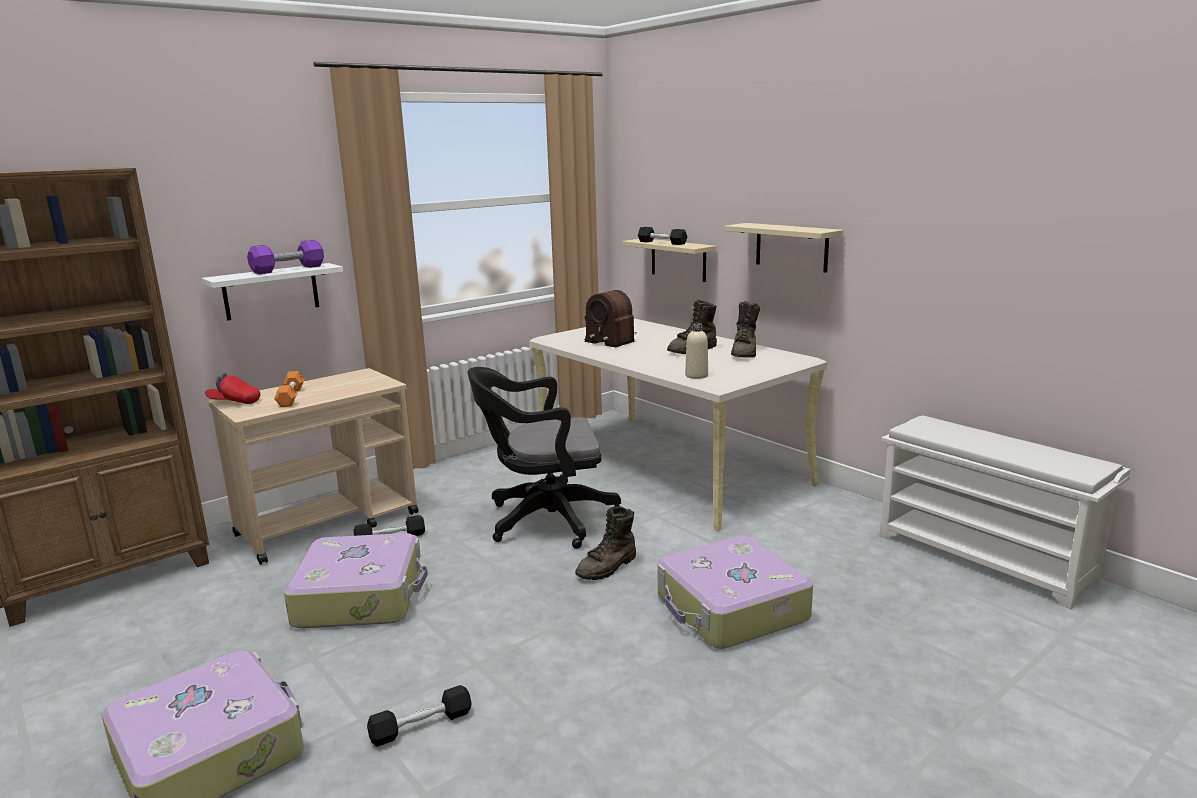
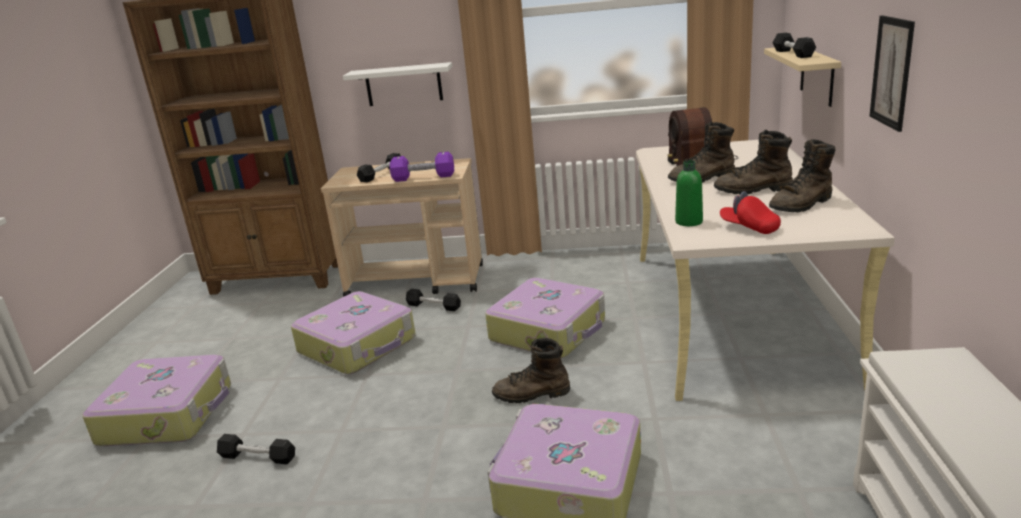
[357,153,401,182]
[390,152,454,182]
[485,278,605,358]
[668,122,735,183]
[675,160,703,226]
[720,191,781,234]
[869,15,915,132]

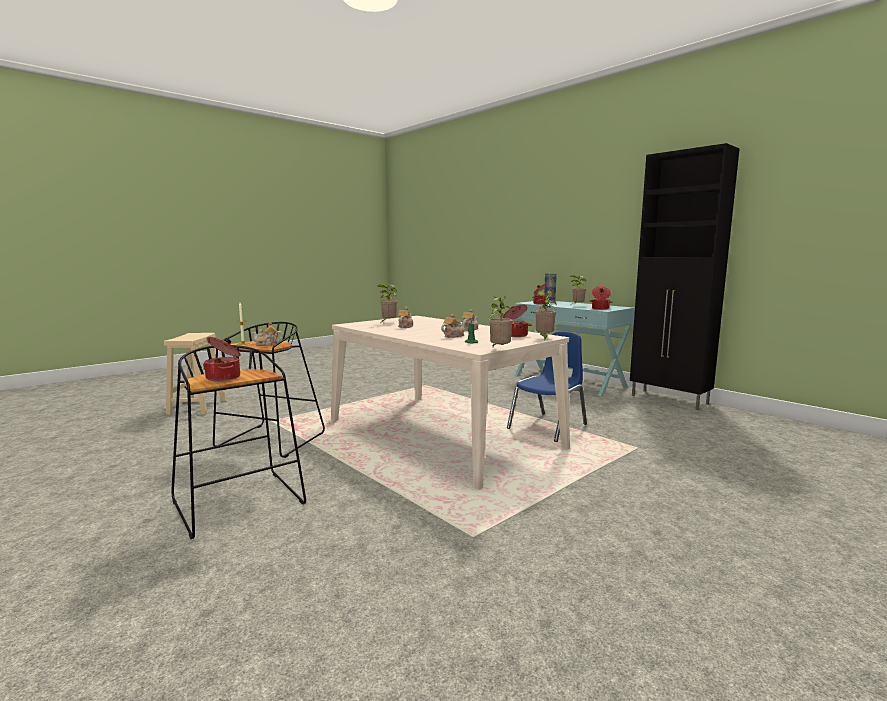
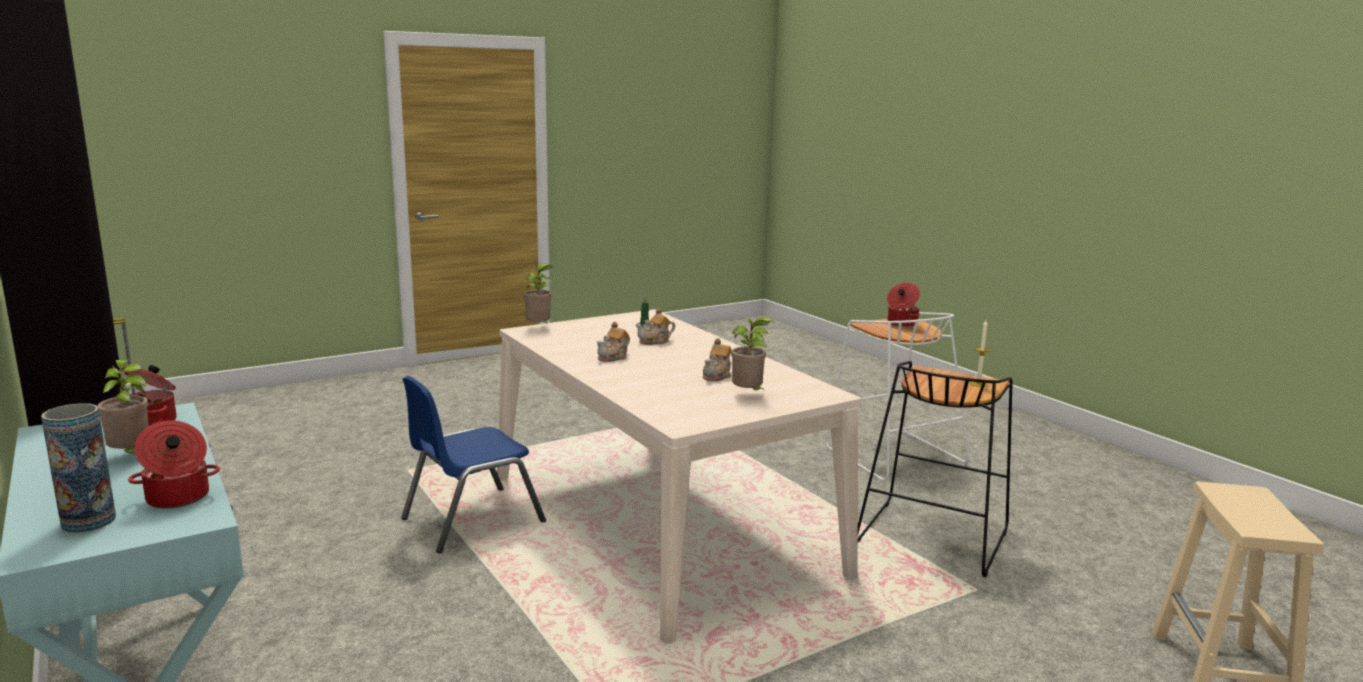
[825,312,970,482]
[252,322,283,346] (first image)
[489,296,513,347] (first image)
[503,304,532,337] (first image)

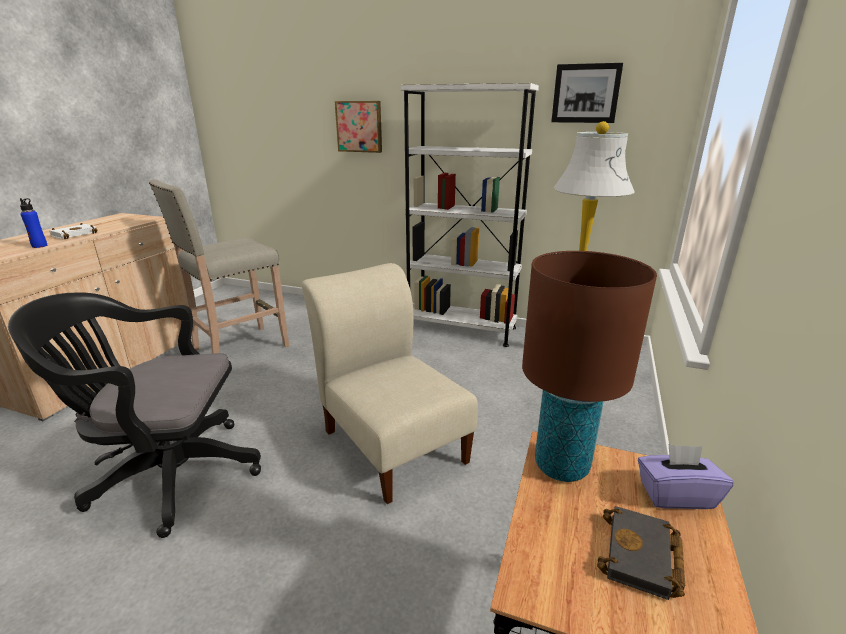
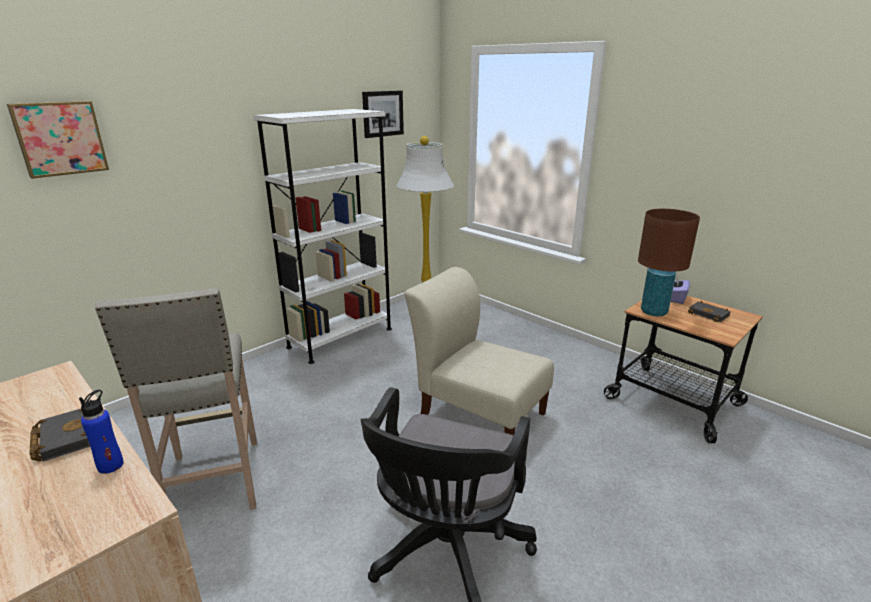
[7,101,109,179]
[29,409,90,461]
[405,267,554,435]

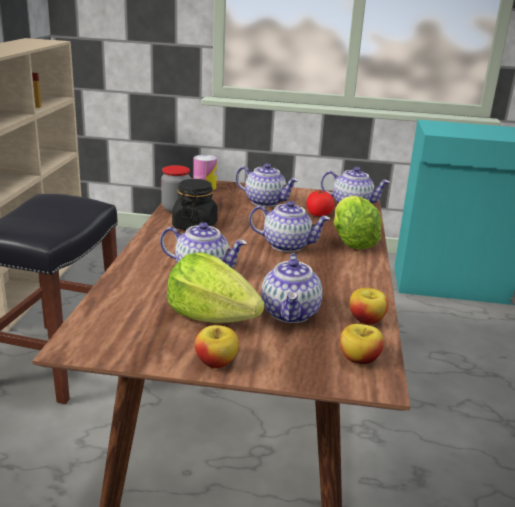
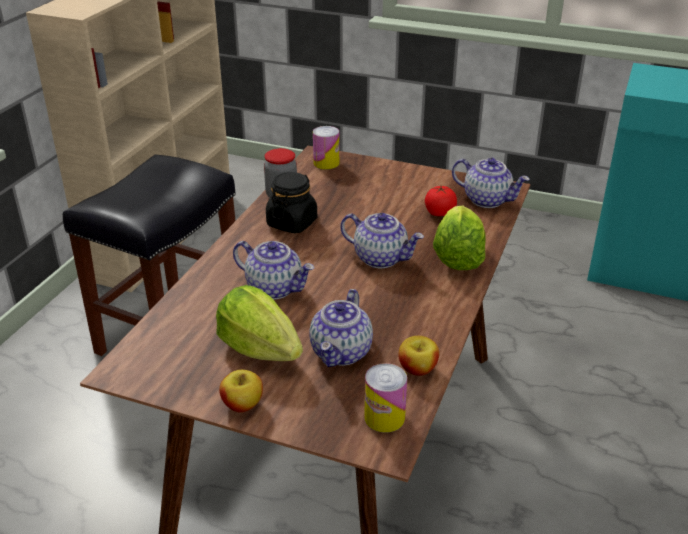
[364,363,407,433]
[236,163,299,207] (first image)

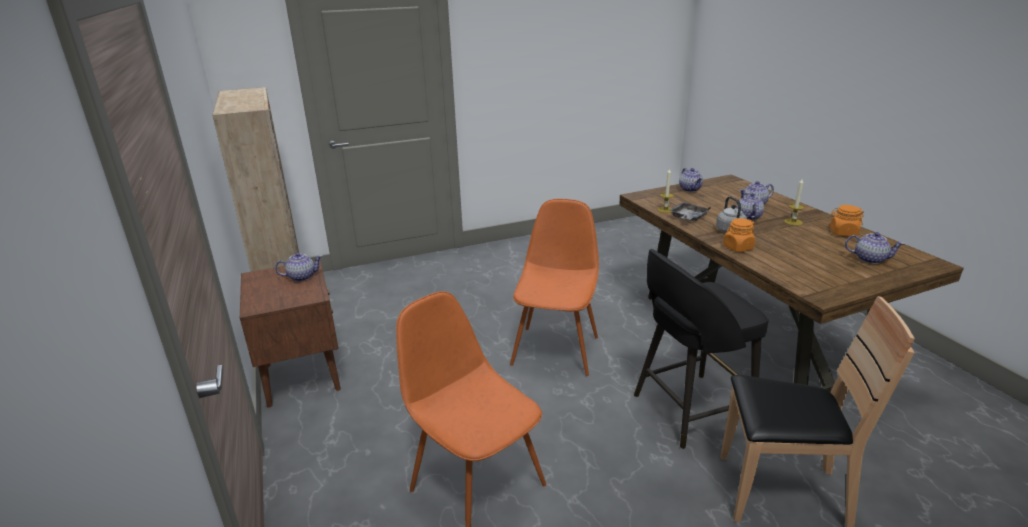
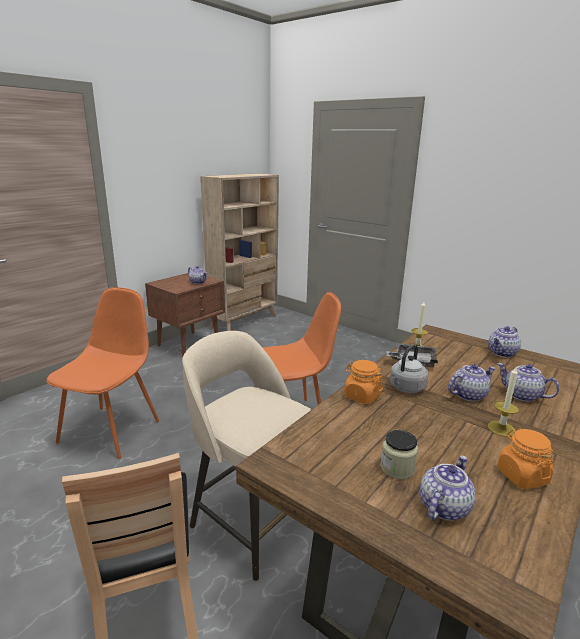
[182,331,312,581]
[380,430,418,479]
[420,456,476,521]

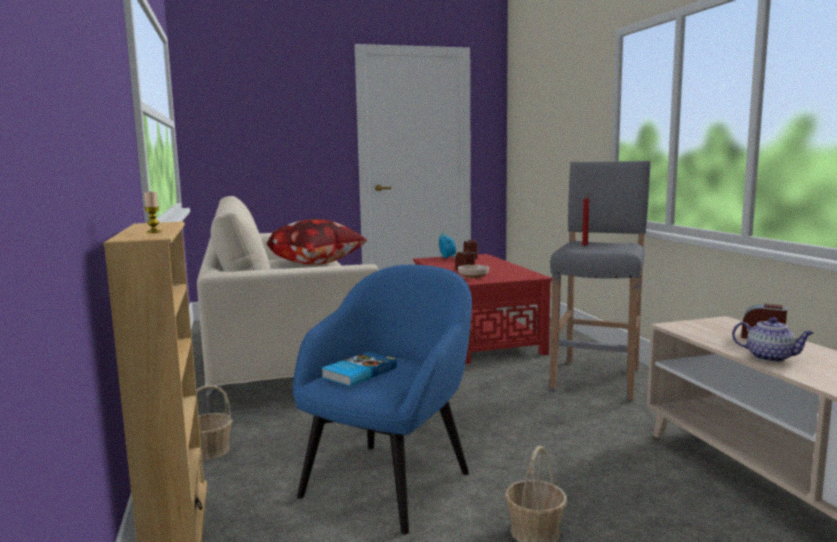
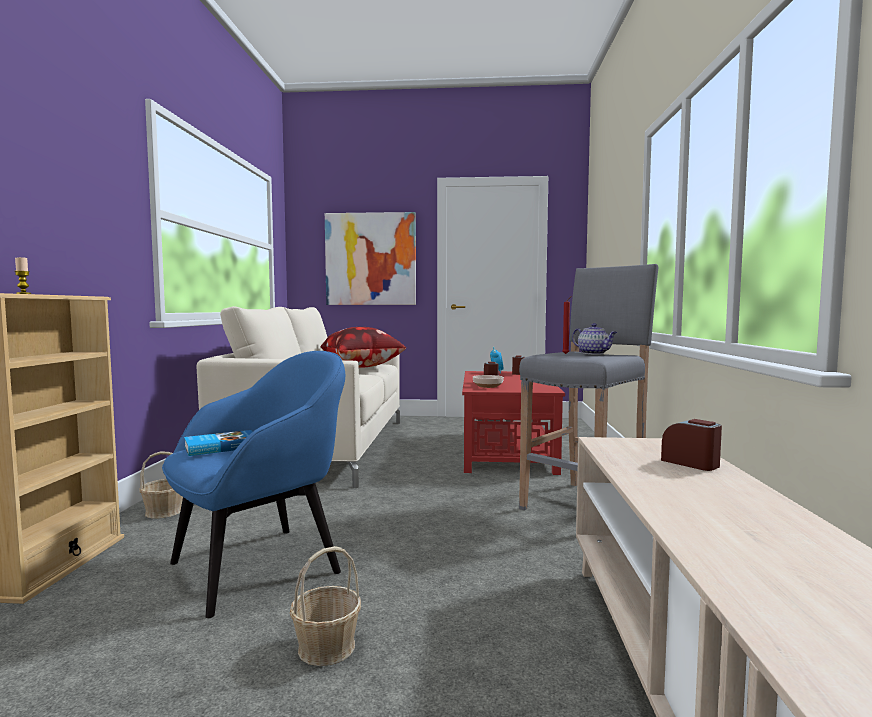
[325,212,416,305]
[572,323,617,354]

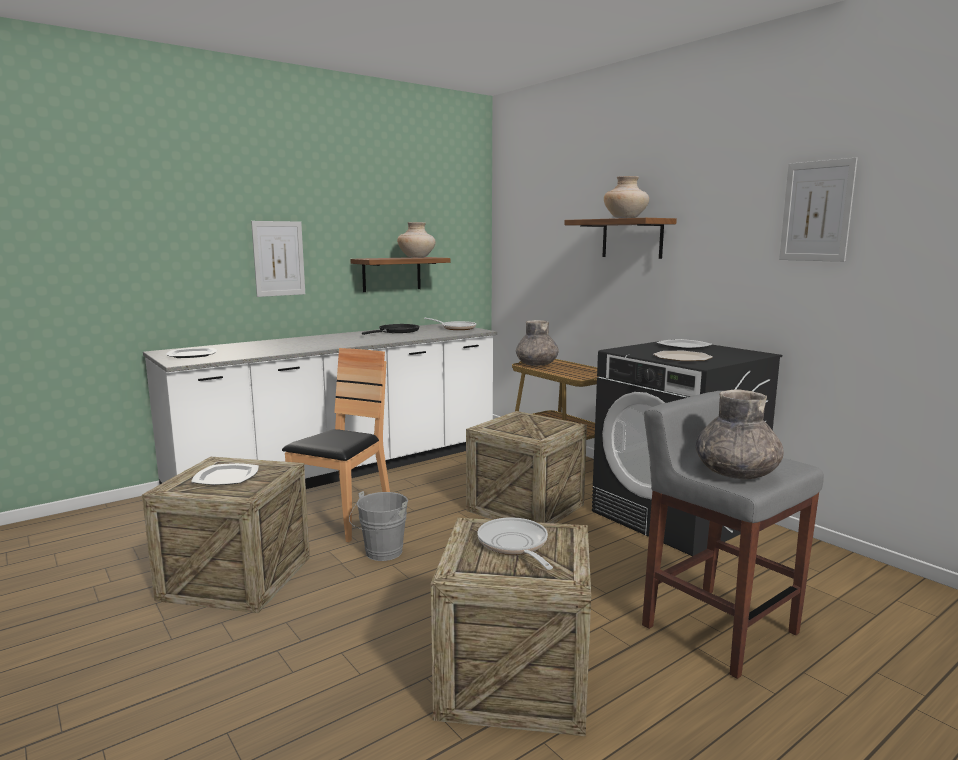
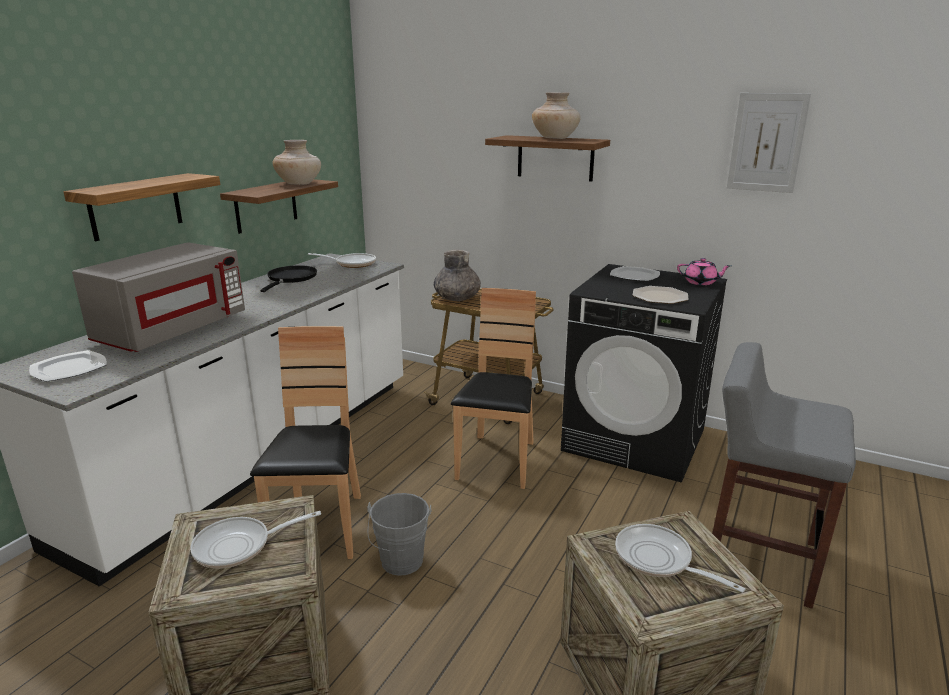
[63,173,220,241]
[72,242,245,352]
[190,511,321,569]
[451,288,536,489]
[677,258,730,285]
[696,389,784,479] (first image)

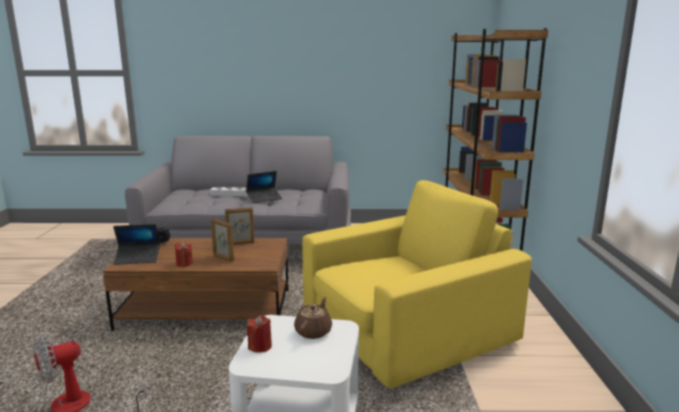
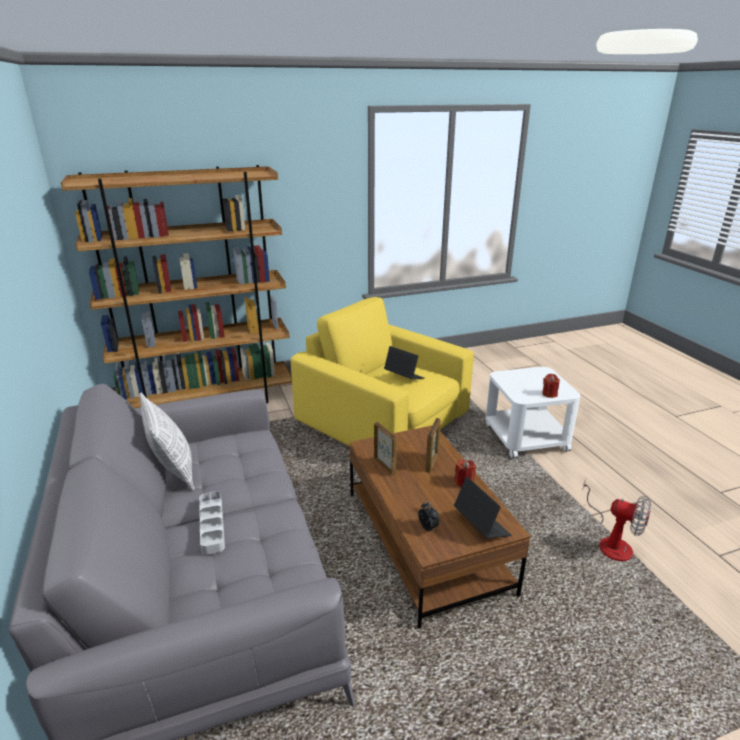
[140,392,195,490]
[384,346,424,379]
[294,297,332,339] (first image)

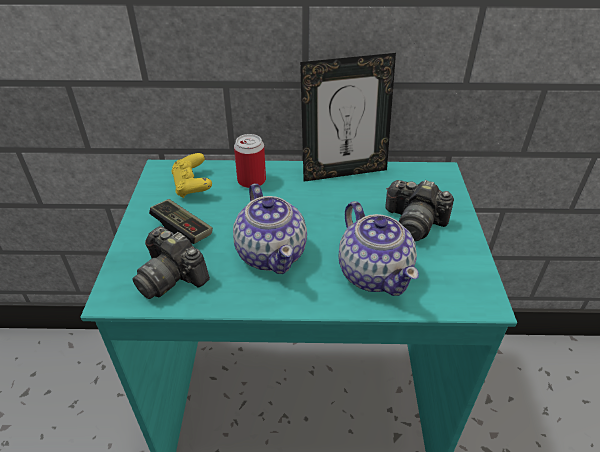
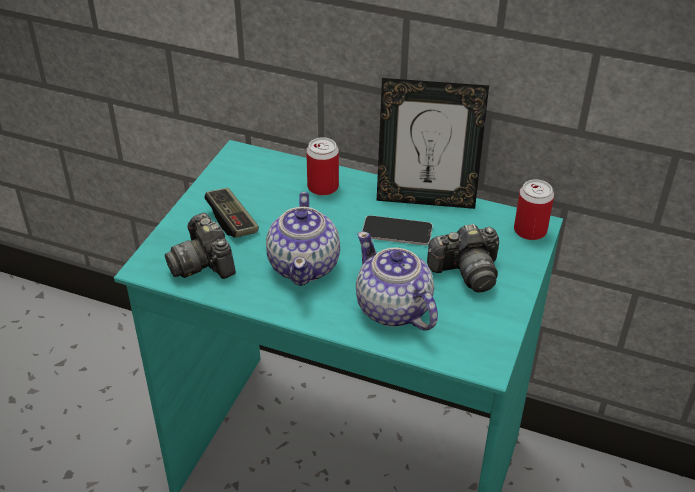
[356,231,438,330]
[362,215,433,245]
[427,224,499,293]
[514,179,554,240]
[171,153,212,198] (first image)

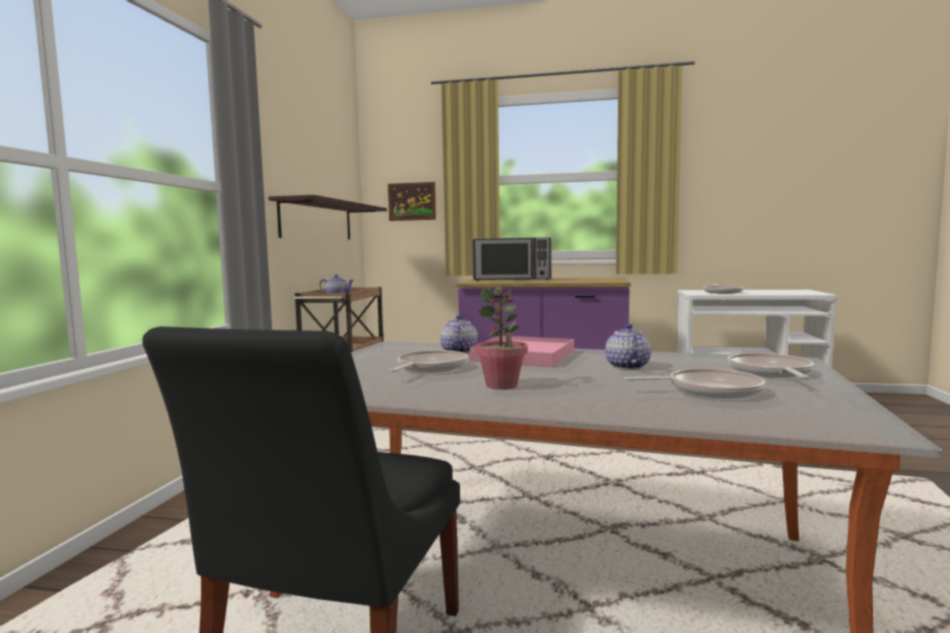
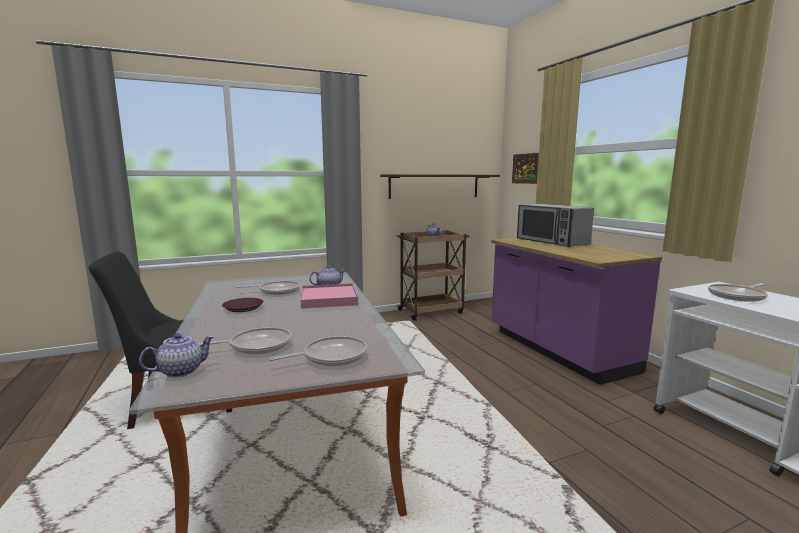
[139,333,214,378]
[198,327,291,355]
[222,298,263,312]

